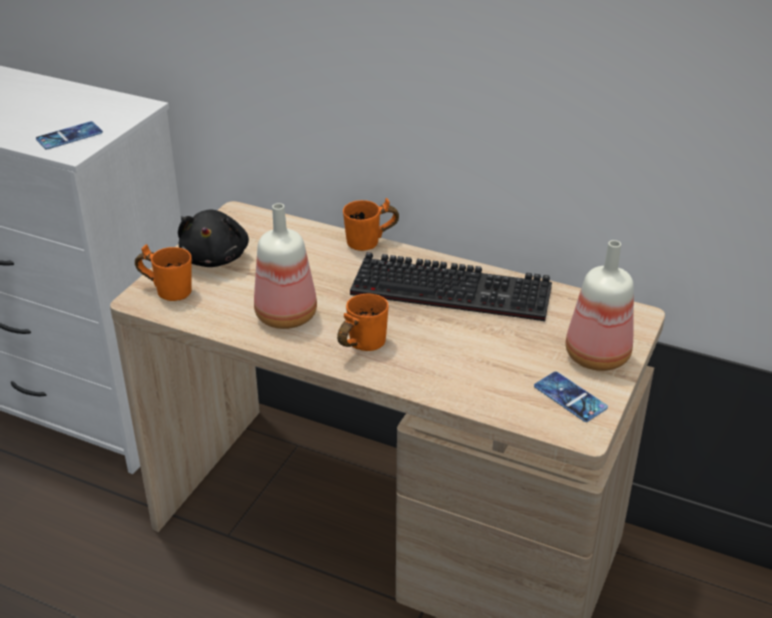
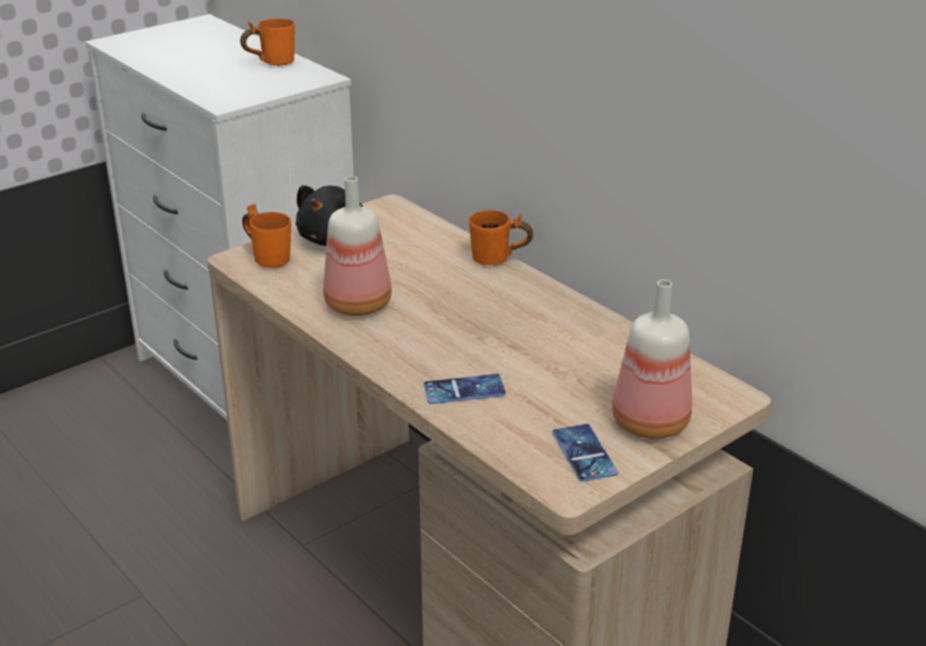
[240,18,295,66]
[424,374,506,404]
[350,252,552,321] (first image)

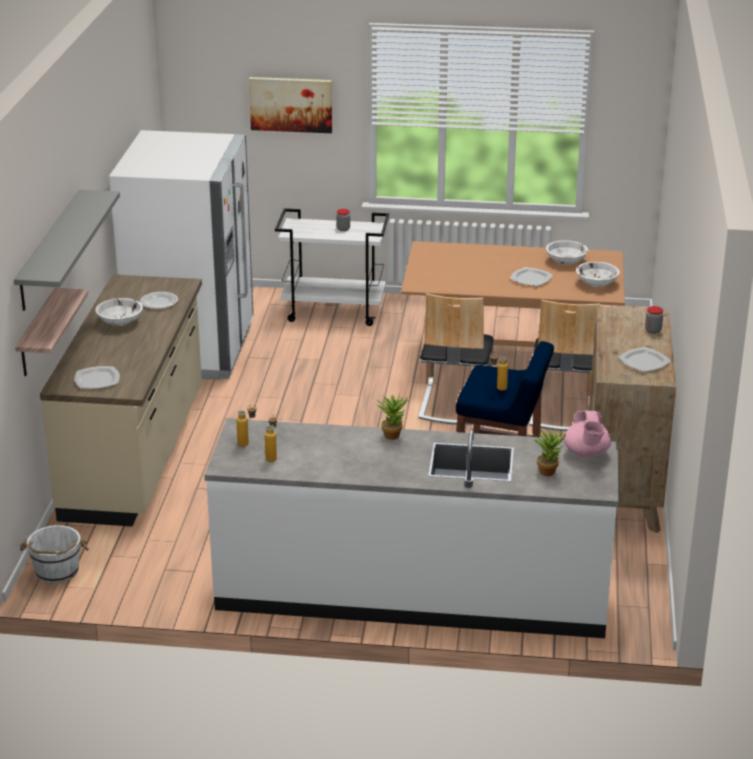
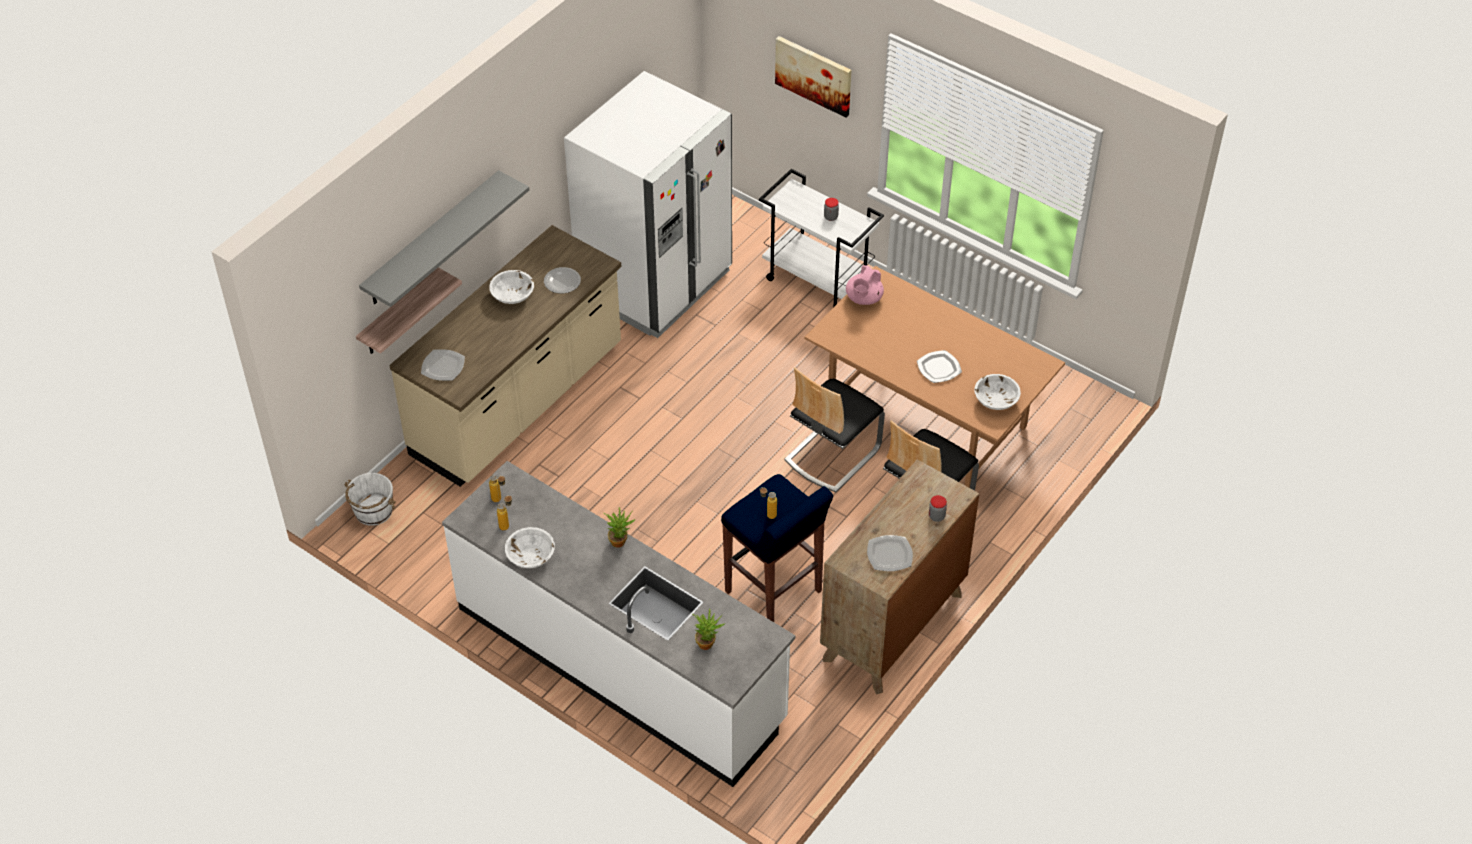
[505,527,555,568]
[846,265,884,305]

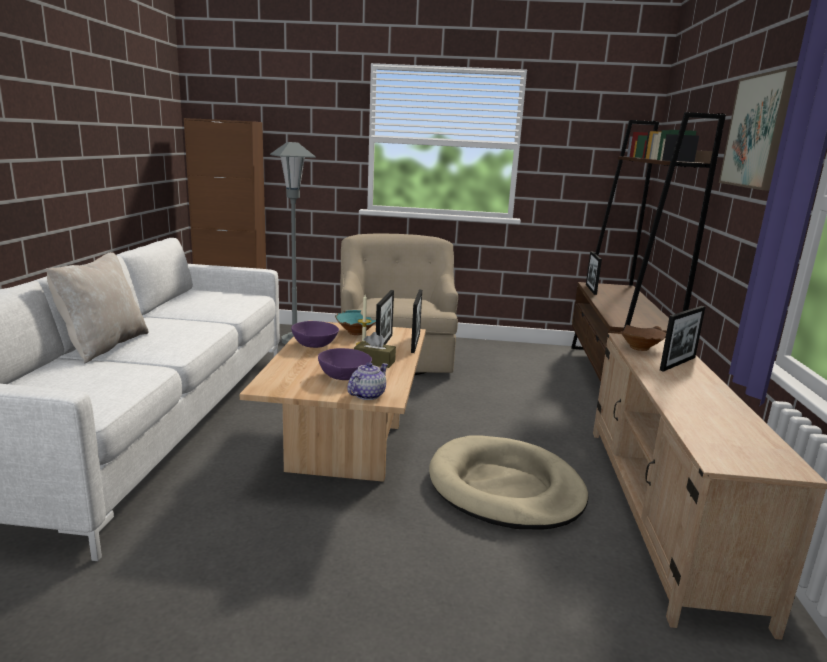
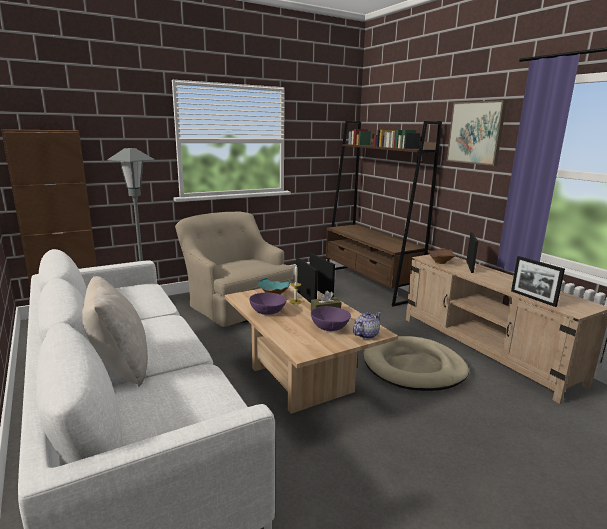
[353,312,381,339]
[511,256,565,307]

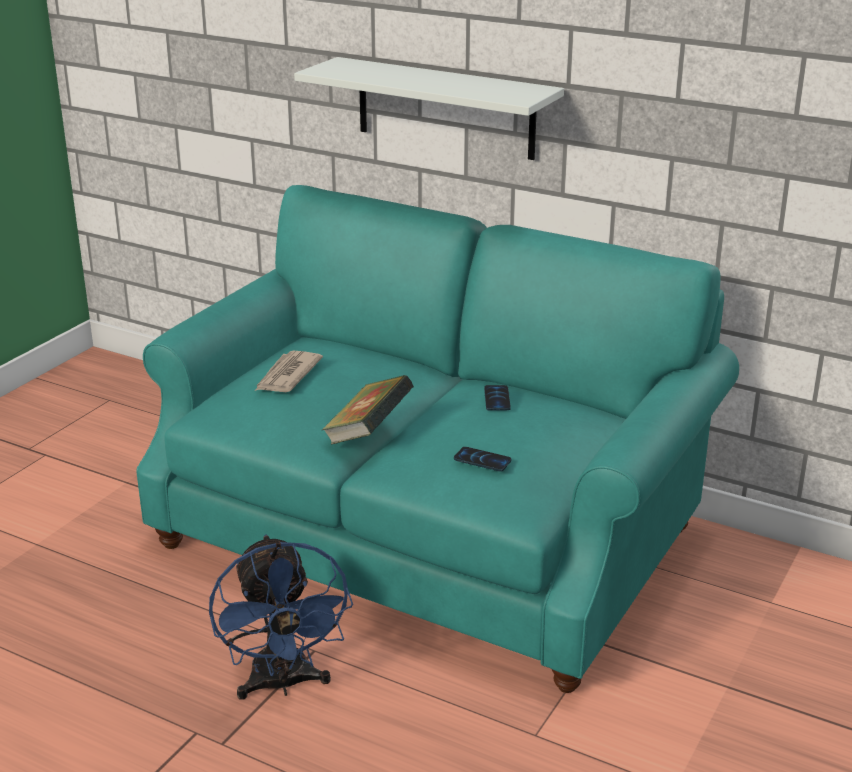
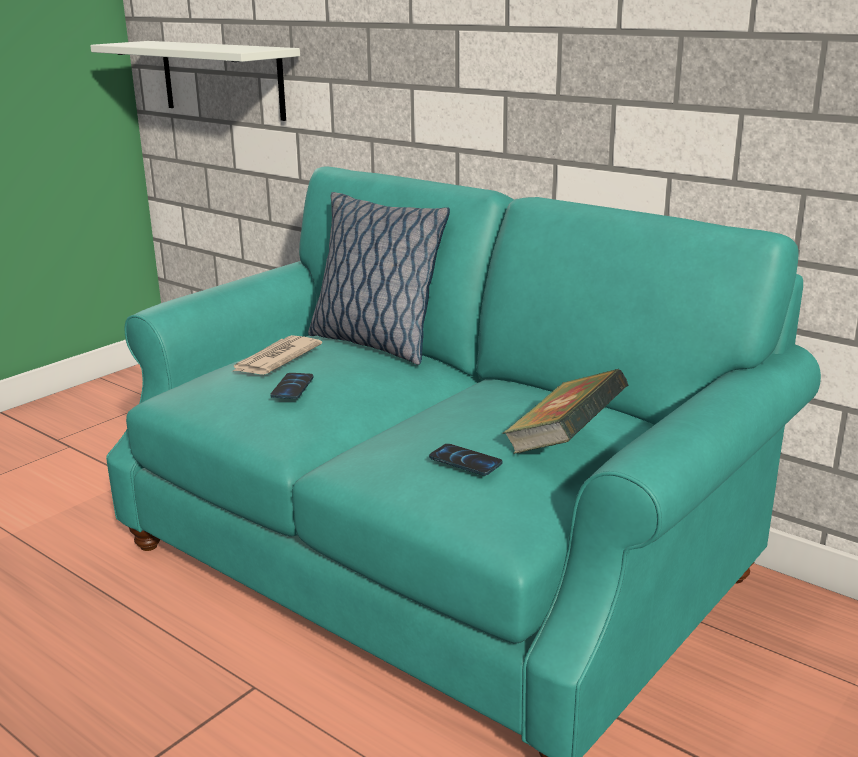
[90,41,300,121]
[270,373,313,399]
[308,192,450,365]
[502,369,629,454]
[209,534,353,700] (first image)

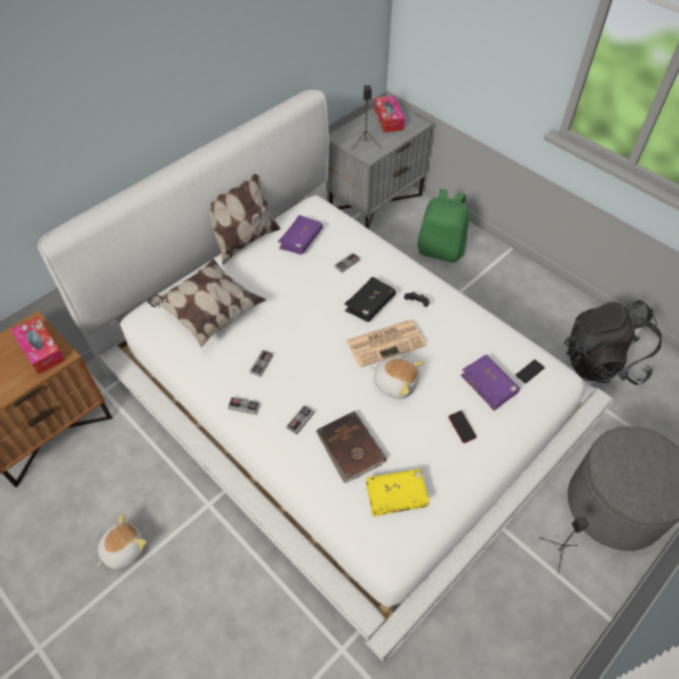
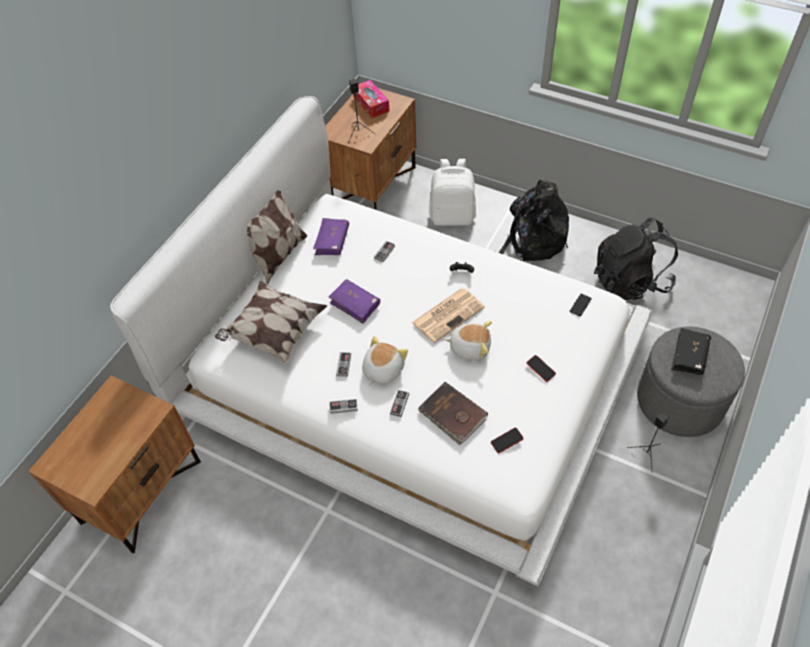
[325,88,416,210]
[329,279,380,324]
[362,336,408,386]
[429,159,476,226]
[491,427,524,453]
[495,179,569,262]
[671,328,711,375]
[11,317,65,375] (first image)

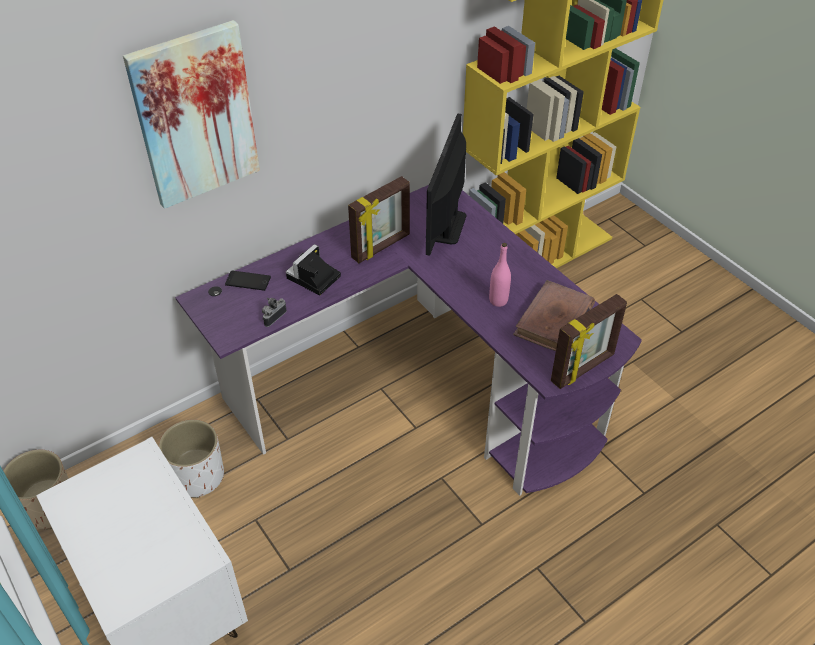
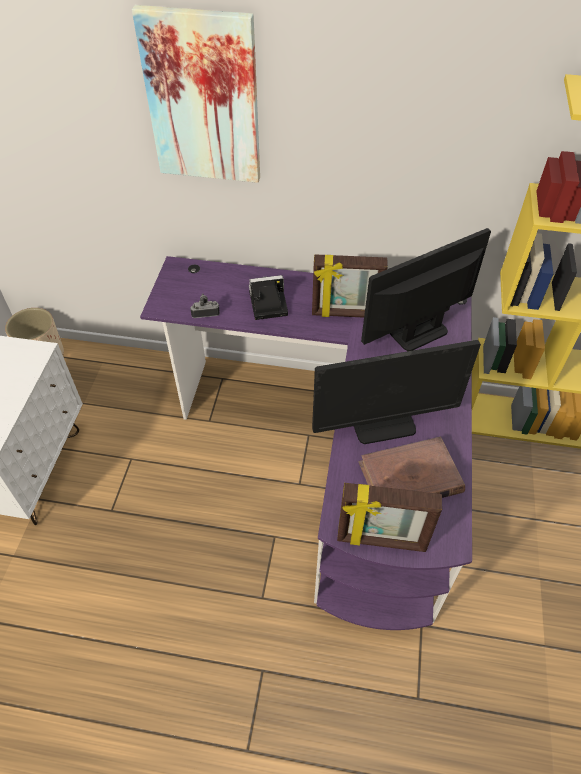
[312,340,481,444]
[159,419,224,498] (first image)
[225,271,271,291] (first image)

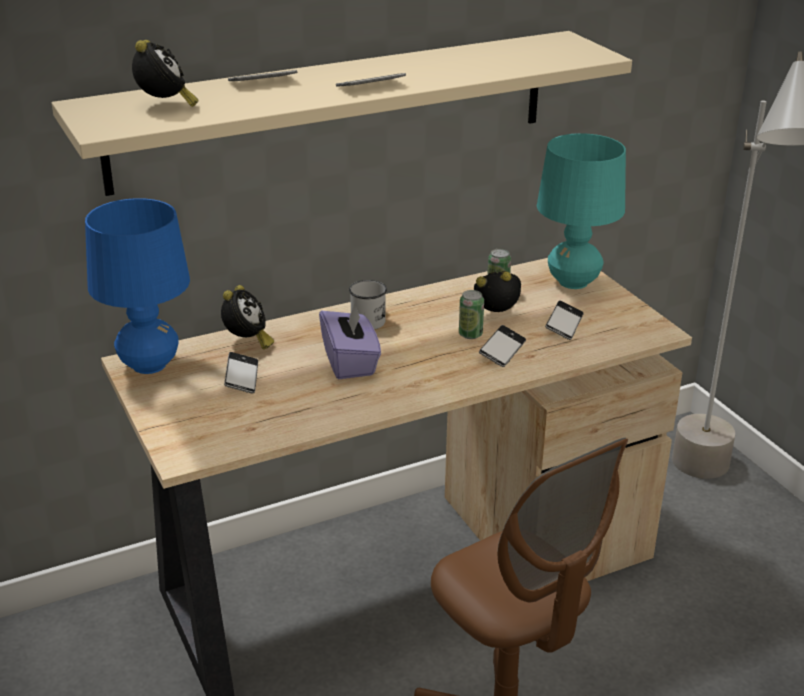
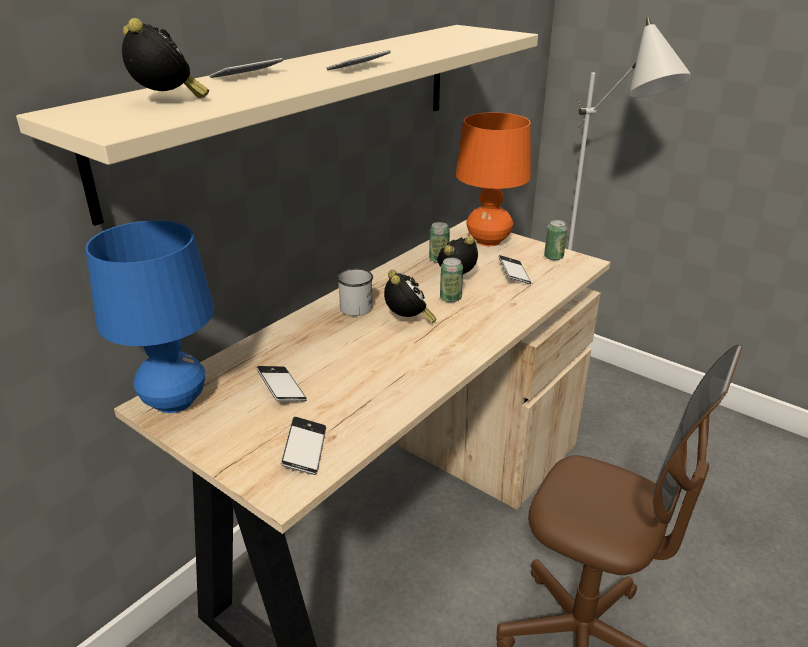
[281,417,326,475]
[384,270,437,323]
[456,112,531,246]
[544,220,567,260]
[319,301,381,379] (first image)

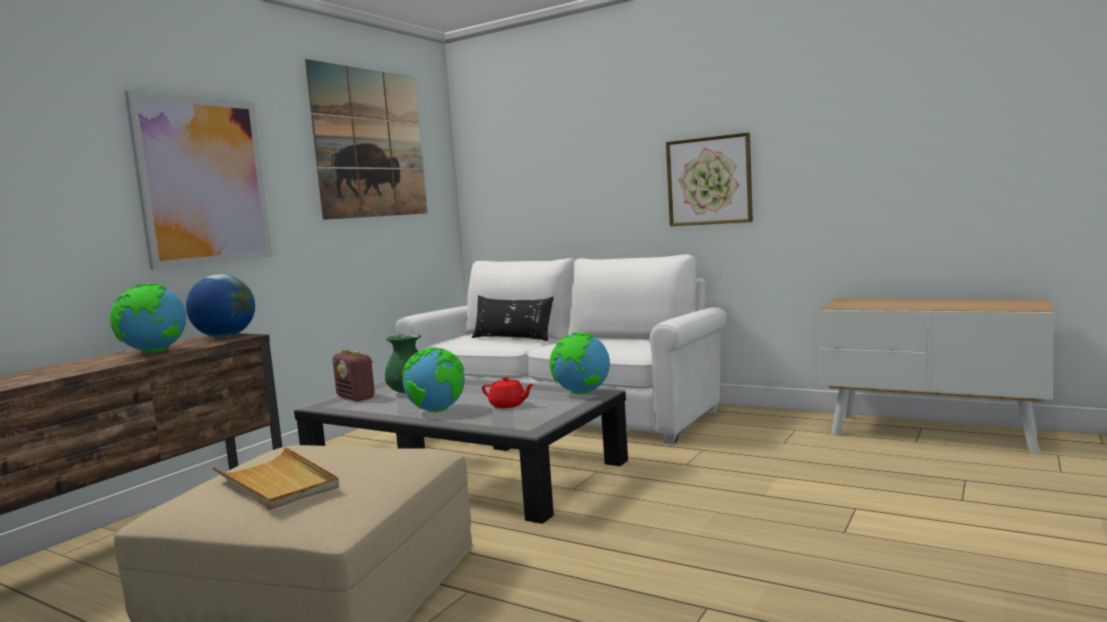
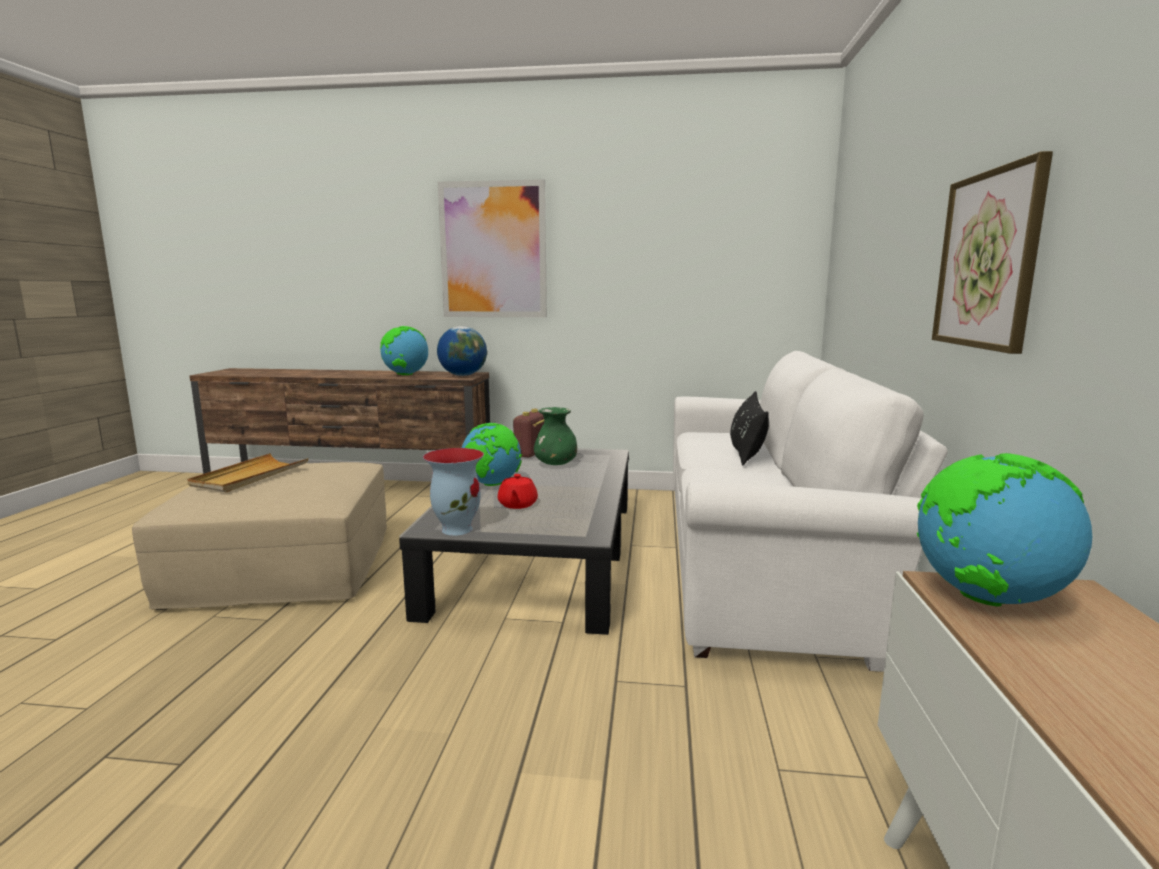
[423,448,484,536]
[917,453,1092,607]
[305,59,428,220] (first image)

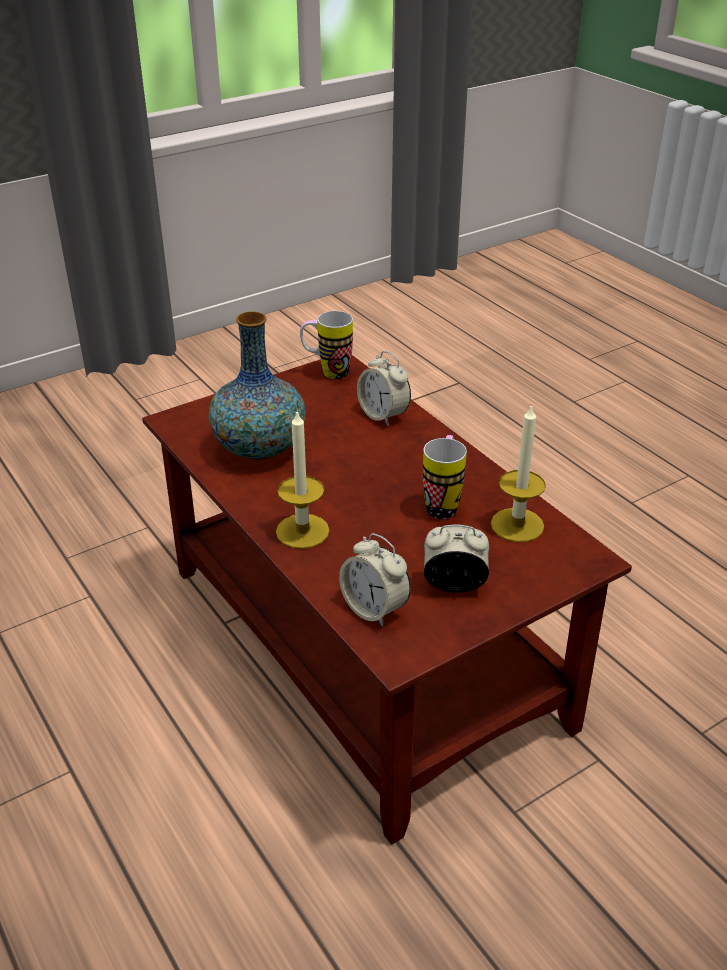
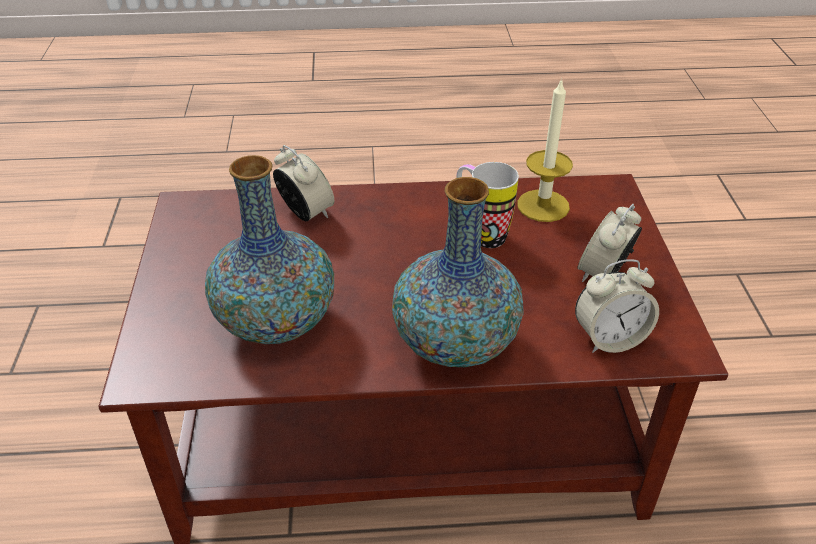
[273,145,334,221]
[392,177,524,367]
[300,311,353,379] (first image)

